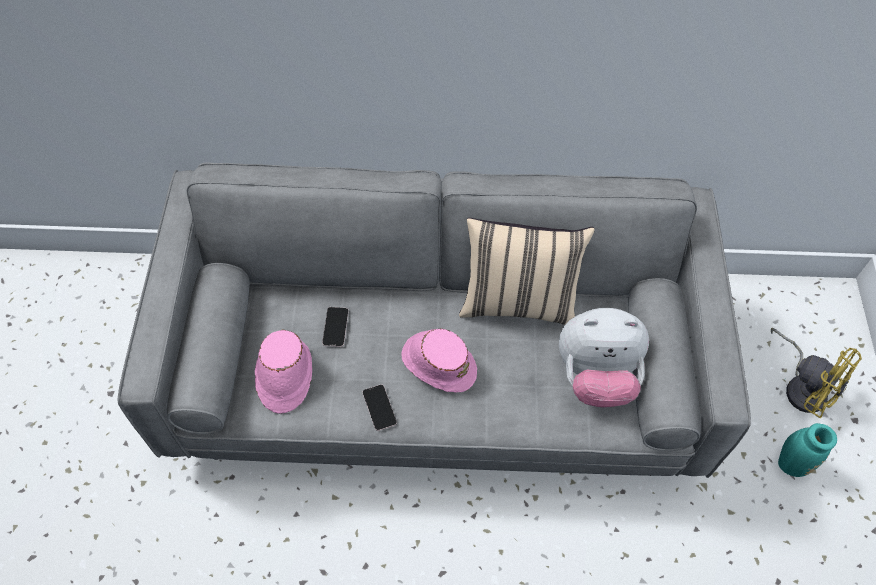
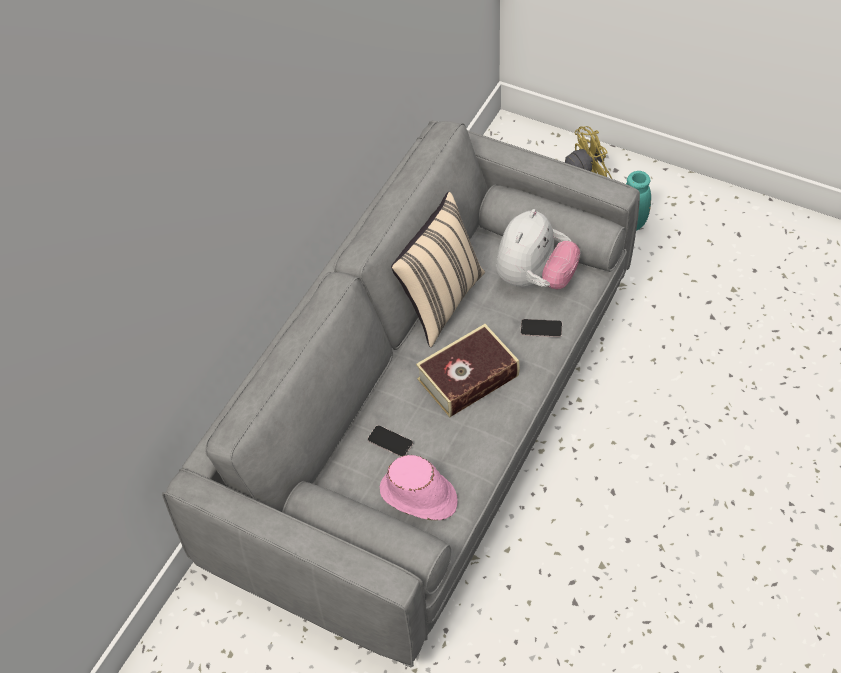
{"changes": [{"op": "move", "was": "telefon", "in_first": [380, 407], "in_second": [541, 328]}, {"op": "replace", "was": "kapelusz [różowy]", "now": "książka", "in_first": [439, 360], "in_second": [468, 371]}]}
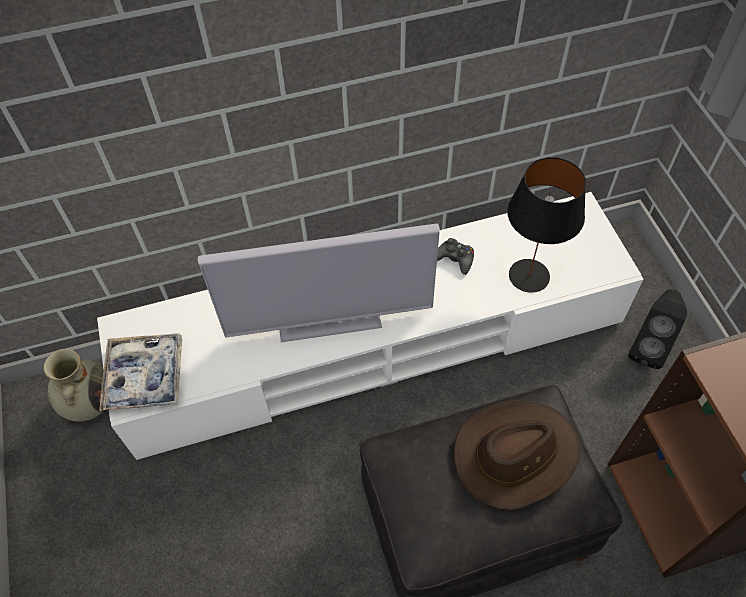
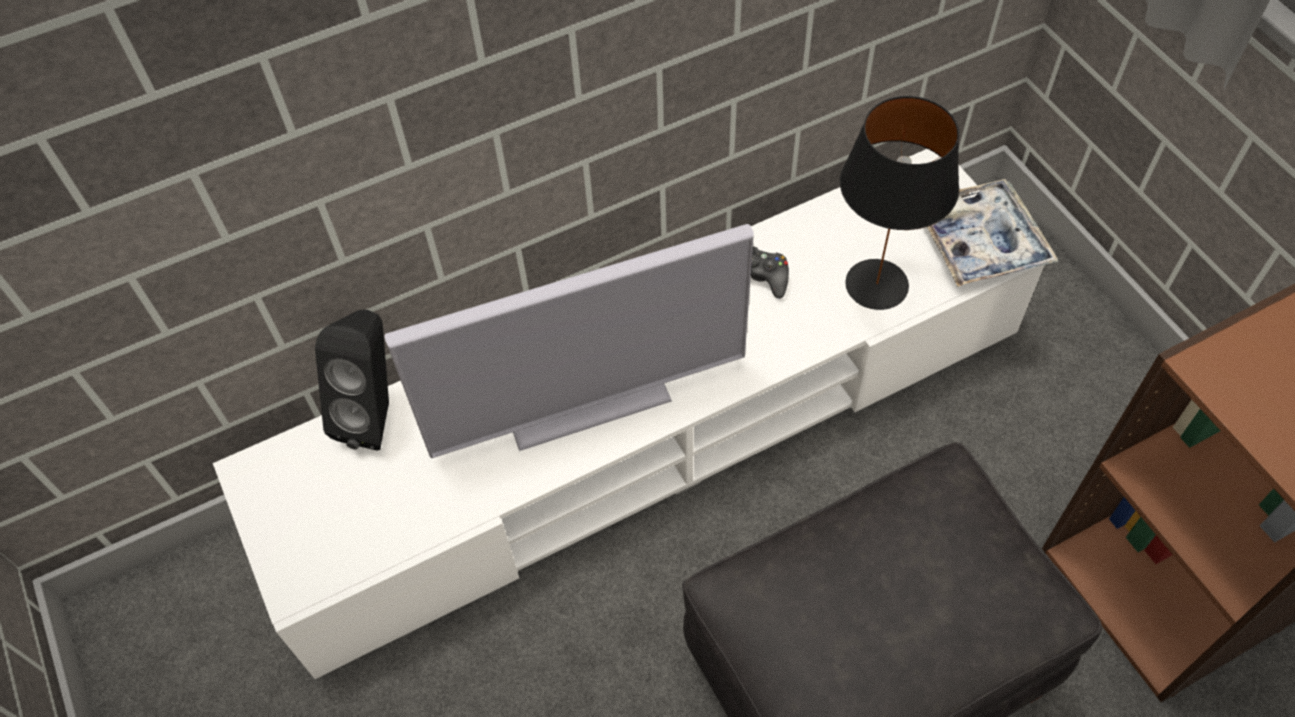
{"changes": [{"op": "delete", "was": "wazon [beżowy]", "in_first": [74, 385]}, {"op": "delete", "was": "kapelusz [brązowy]", "in_first": [517, 455]}, {"op": "move", "was": "taca", "in_first": [140, 372], "in_second": [993, 233]}, {"op": "move", "was": "głośnik [czarny]", "in_first": [657, 329], "in_second": [352, 380]}]}
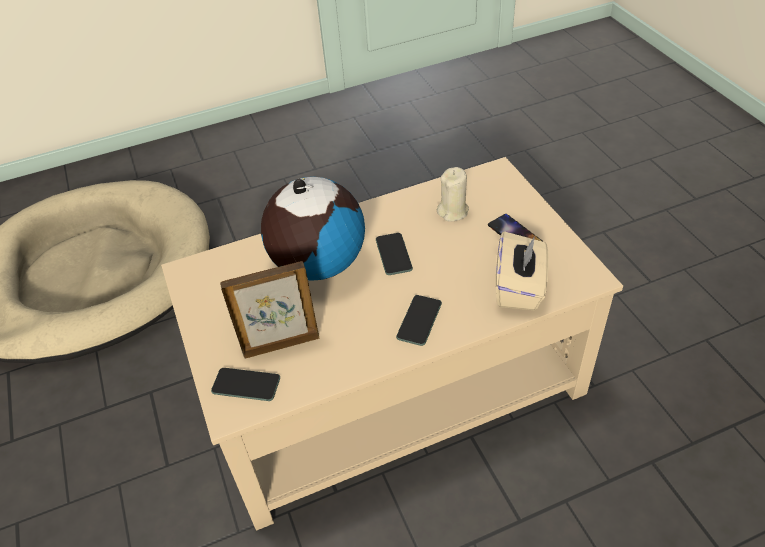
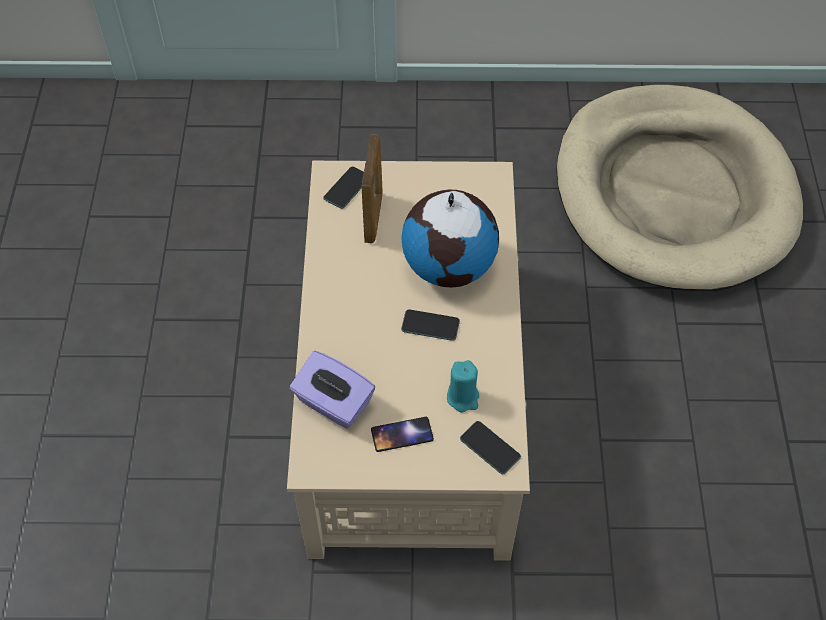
{"changes": [{"op": "move", "was": "telefon", "in_first": [419, 320], "in_second": [490, 447]}, {"op": "recolor", "was": "świeca [beżowy]", "now": "świeca [turkusowy]", "in_first": [453, 194], "in_second": [463, 386]}, {"op": "recolor", "was": "pudełko chusteczek [beżowy]", "now": "pudełko chusteczek [fioletowy]", "in_first": [522, 270], "in_second": [332, 390]}]}
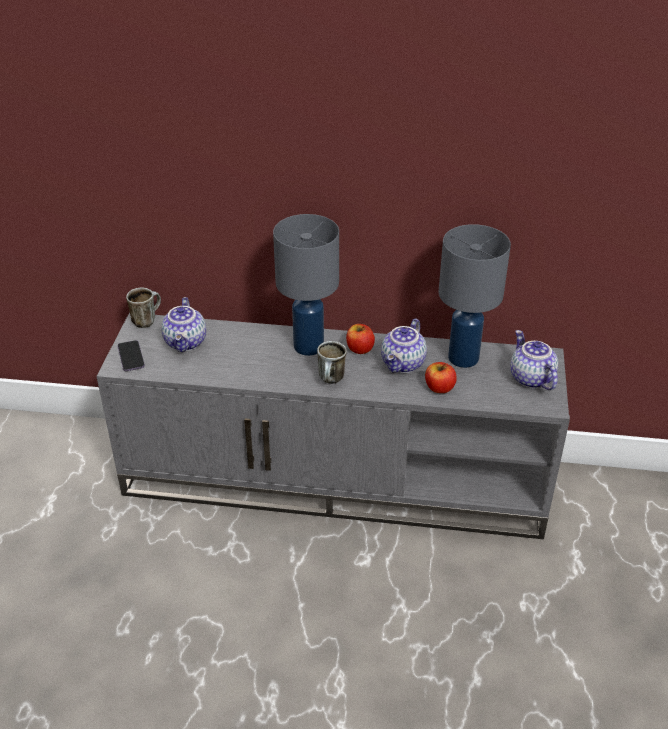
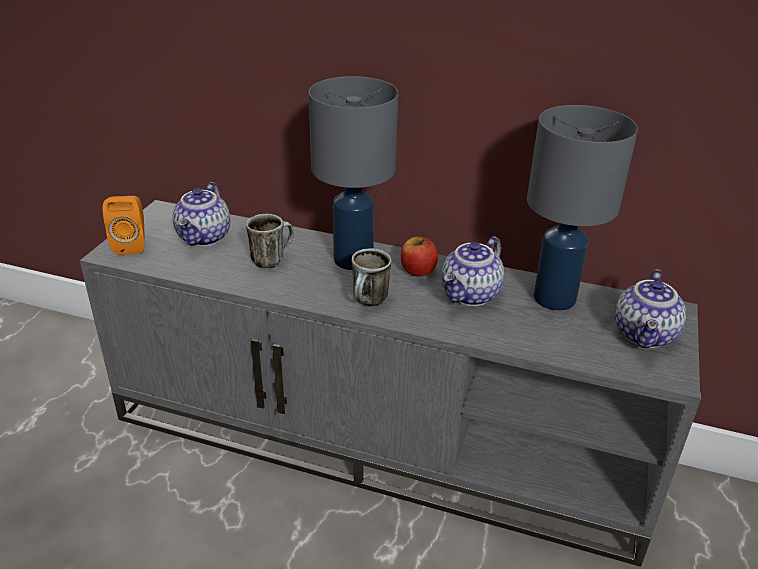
{"changes": [{"op": "delete", "was": "jabłko", "in_first": [441, 377]}, {"op": "move", "was": "kubek", "in_first": [143, 307], "in_second": [270, 241]}, {"op": "replace", "was": "telefon", "now": "głośnik [pomarańczowy]", "in_first": [131, 355], "in_second": [123, 225]}, {"op": "rotate", "was": "imbryk", "in_first": [534, 360], "in_second": [650, 308], "clockwise": -150}]}
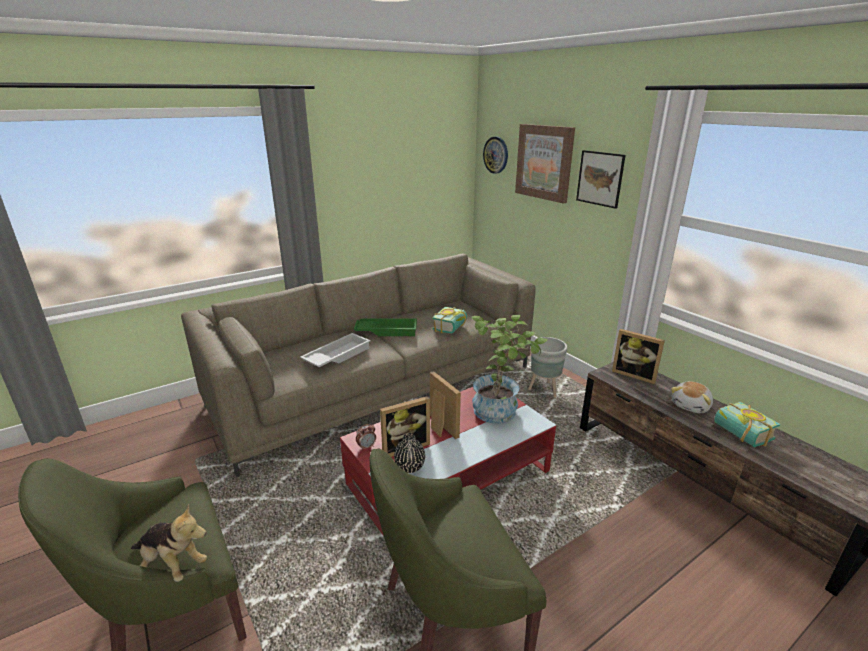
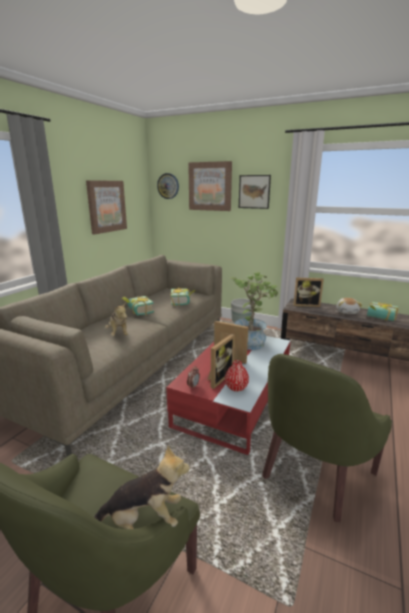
{"changes": [{"op": "insert", "now": "obraz", "in_second": [106, 207]}, {"op": "replace", "was": "taca [biały]", "now": "pluszak", "in_first": [335, 350], "in_second": [116, 319]}, {"op": "replace", "was": "taca [zielony]", "now": "książka", "in_first": [385, 327], "in_second": [138, 306]}, {"op": "recolor", "was": "wazon [czarny]", "now": "wazon [czerwony]", "in_first": [409, 453], "in_second": [237, 376]}]}
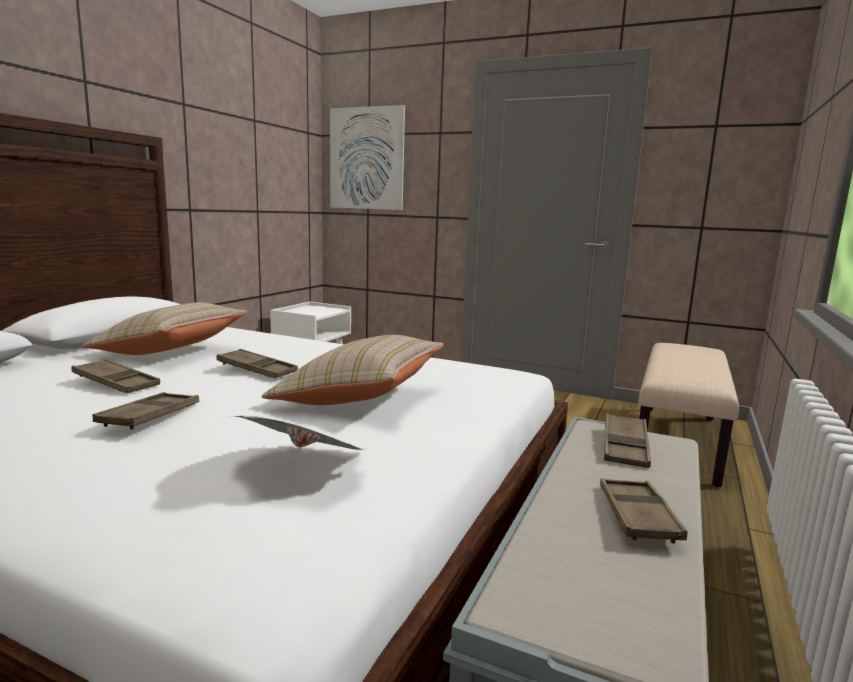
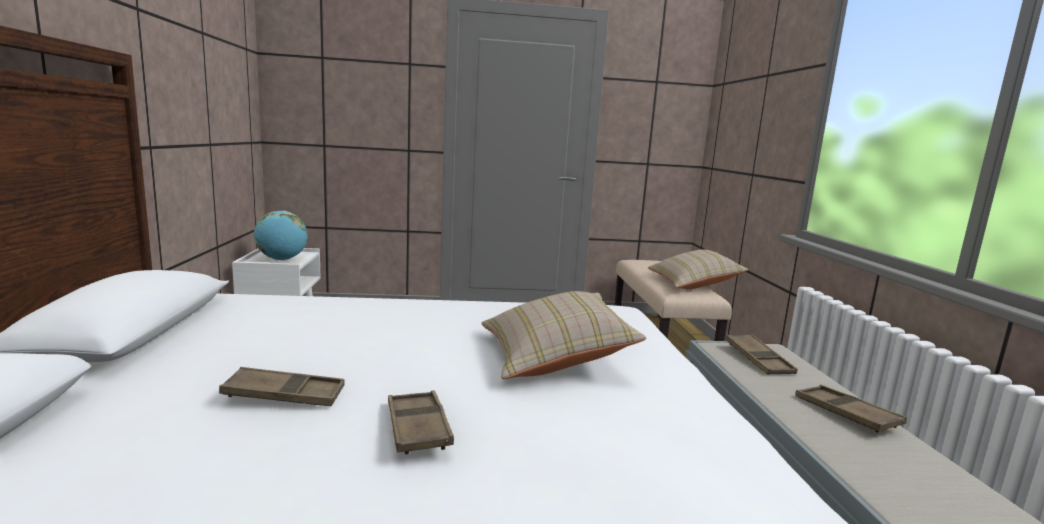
{"changes": [{"op": "delete", "was": "taca [brązowy]", "in_first": [257, 363]}, {"op": "delete", "was": "gazeta", "in_first": [296, 433]}, {"op": "delete", "was": "obraz", "in_first": [367, 157]}, {"op": "insert", "now": "globus", "in_second": [281, 235]}, {"op": "move", "was": "poduszka [beżowy]", "in_first": [164, 328], "in_second": [698, 269]}]}
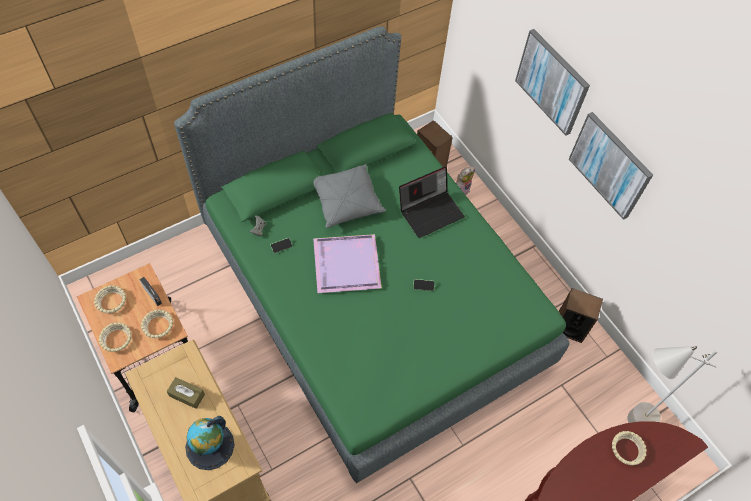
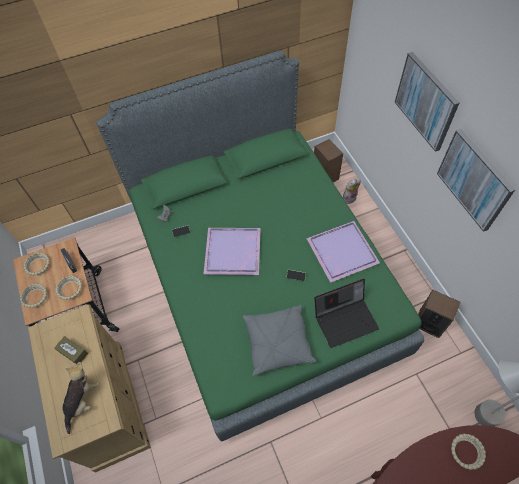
{"changes": [{"op": "insert", "now": "taca [fioletowy]", "in_second": [343, 252]}, {"op": "move", "was": "poduszka [szary]", "in_first": [349, 196], "in_second": [279, 340]}, {"op": "move", "was": "laptop", "in_first": [432, 202], "in_second": [346, 313]}, {"op": "replace", "was": "globus", "now": "pluszak", "in_first": [210, 443], "in_second": [81, 398]}]}
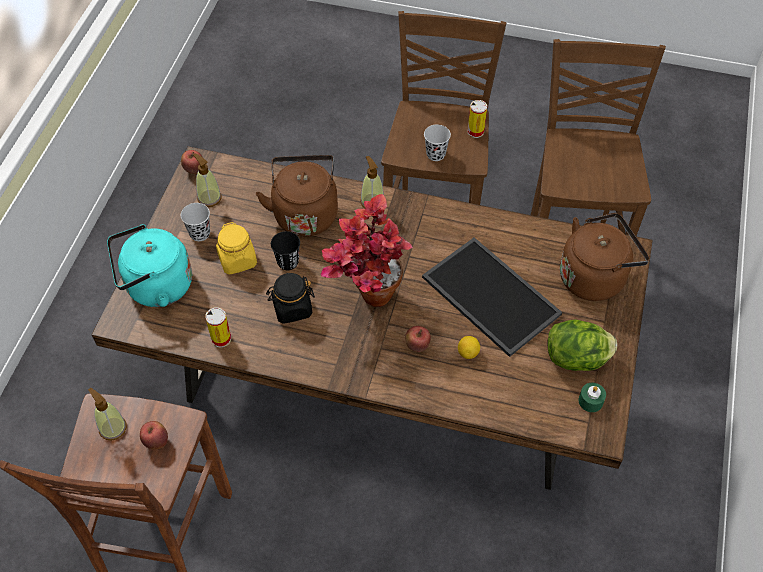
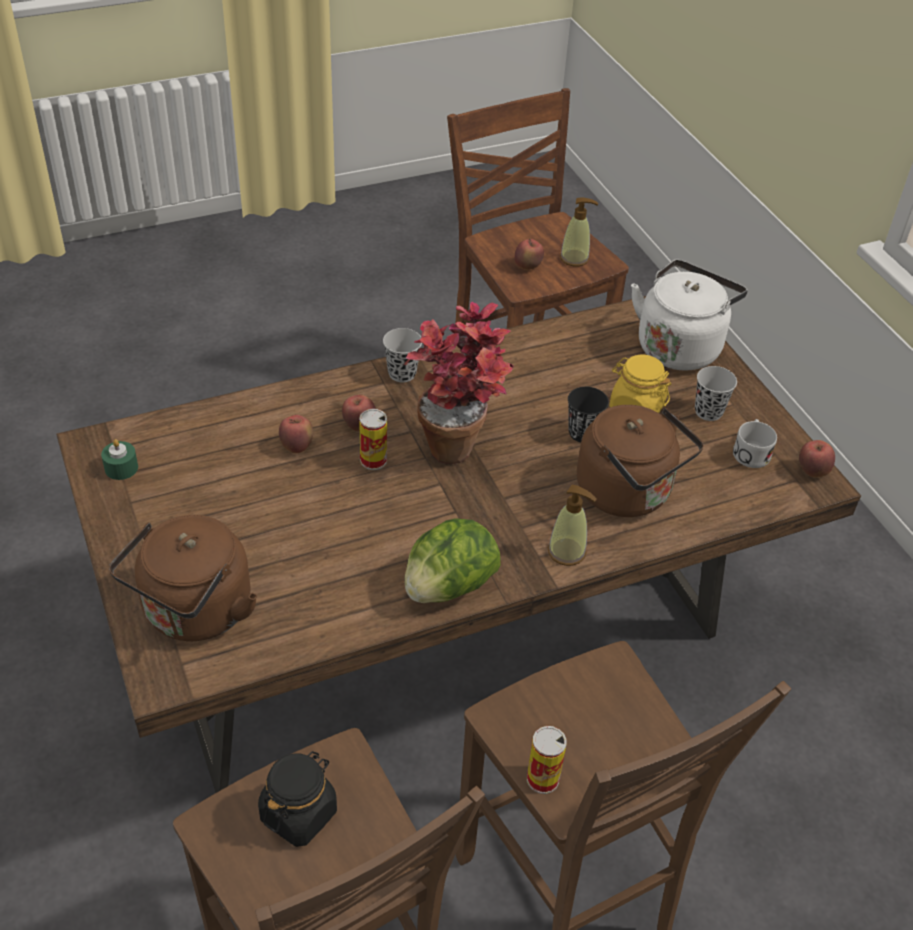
{"changes": [{"op": "delete", "was": "taca", "in_first": [492, 297]}, {"op": "move", "was": "puszka", "in_first": [218, 327], "in_second": [373, 439]}, {"op": "move", "was": "słoik [czarny]", "in_first": [290, 298], "in_second": [297, 799]}, {"op": "move", "was": "filiżanka [czarny]", "in_first": [437, 143], "in_second": [402, 355]}, {"op": "move", "was": "sałata", "in_first": [582, 345], "in_second": [452, 560]}, {"op": "replace", "was": "dozownik mydła", "now": "kubek [biały]", "in_first": [207, 180], "in_second": [755, 443]}, {"op": "replace", "was": "cytryna", "now": "jabłko", "in_first": [469, 347], "in_second": [296, 434]}, {"op": "recolor", "was": "czajnik [turkusowy]", "now": "czajnik [biały]", "in_first": [149, 265], "in_second": [689, 315]}]}
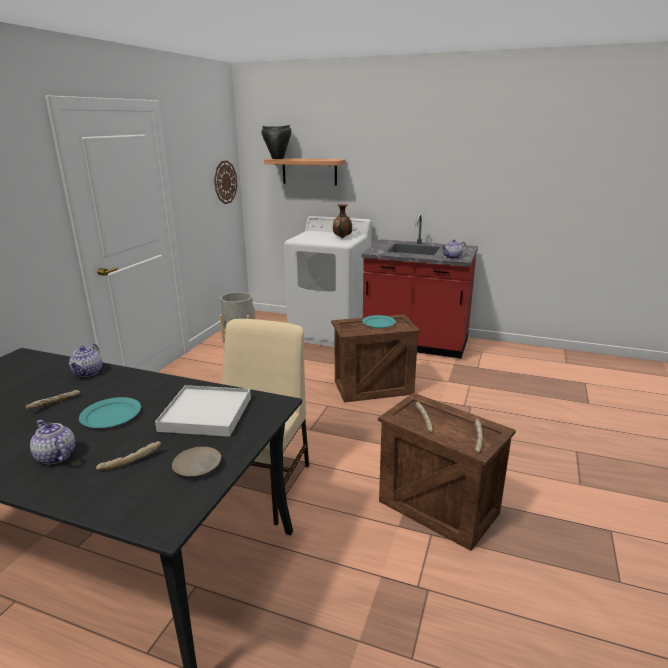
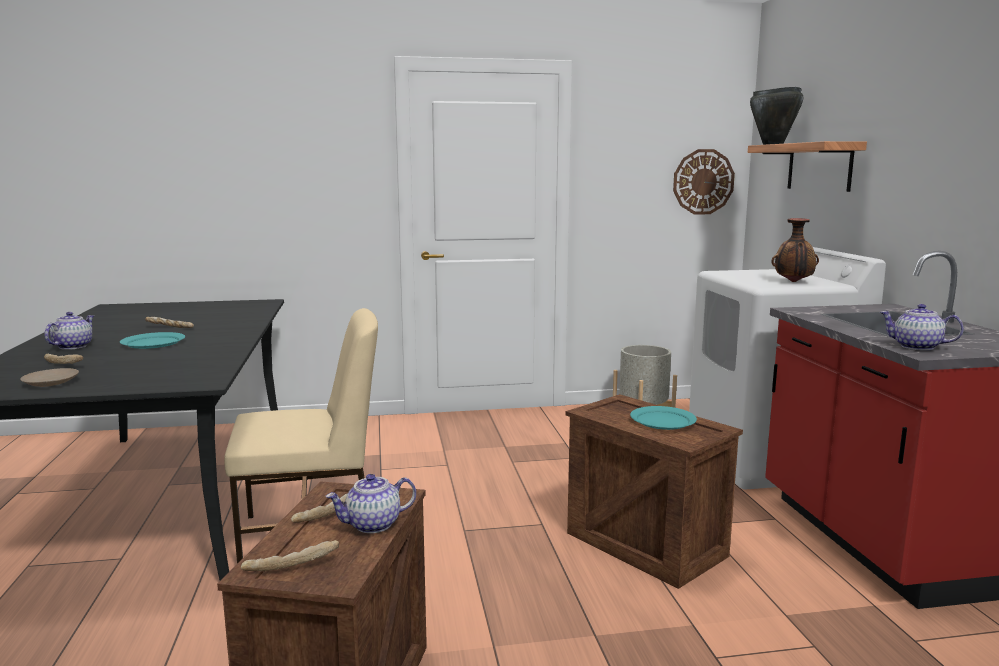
{"changes": [{"op": "delete", "was": "taca [biały]", "in_first": [203, 411]}, {"op": "move", "was": "imbryk", "in_first": [85, 360], "in_second": [371, 503]}]}
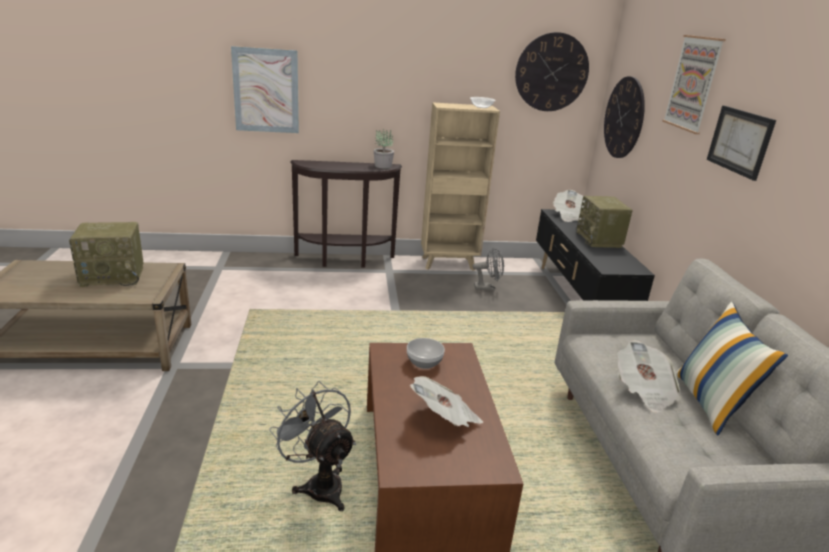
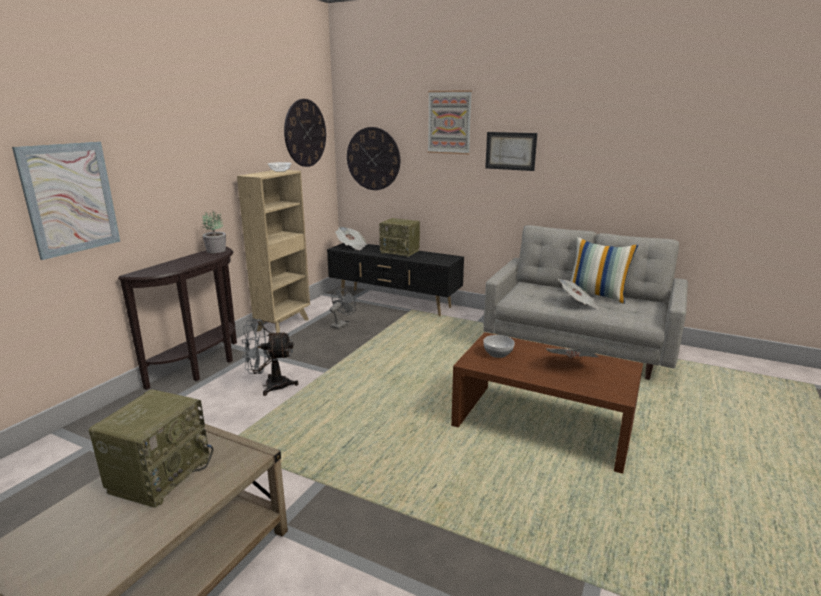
{"changes": [{"op": "move", "was": "wentylator [szary]", "in_first": [312, 446], "in_second": [270, 357]}]}
